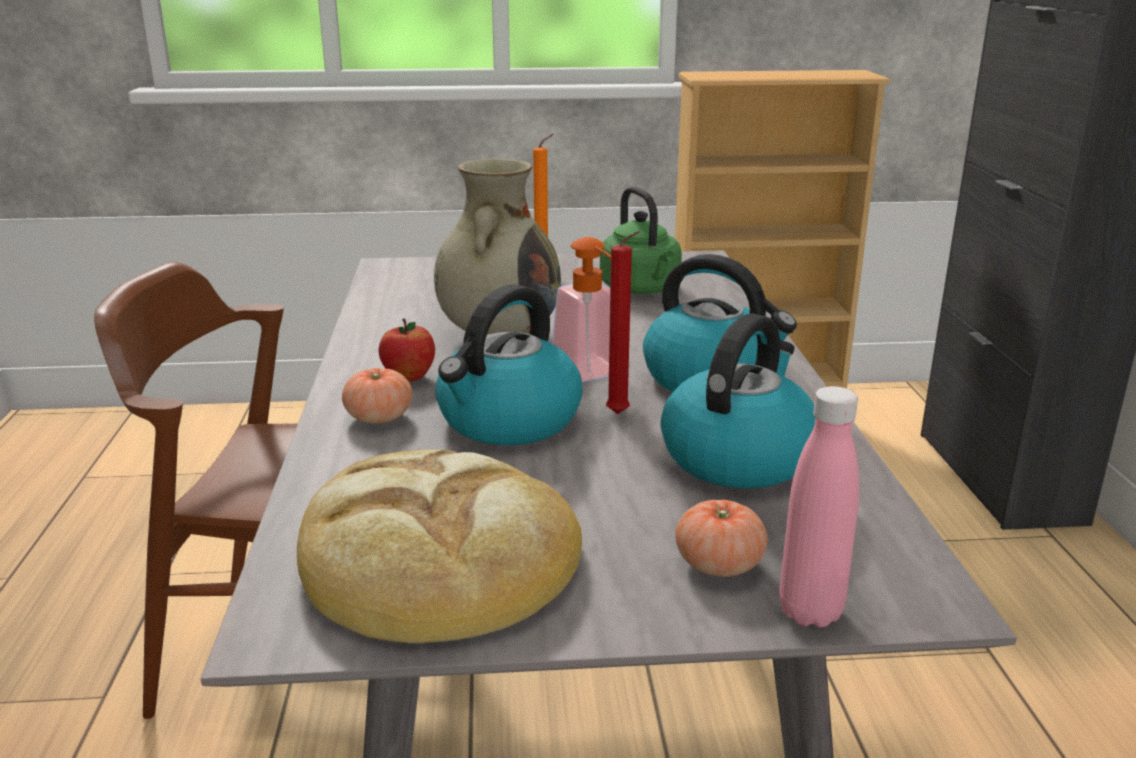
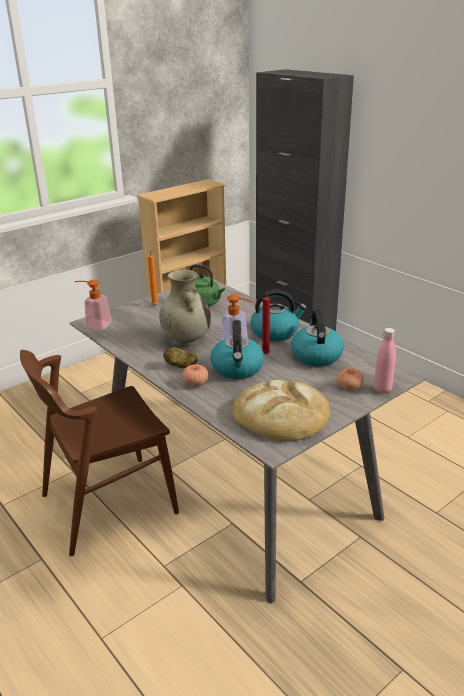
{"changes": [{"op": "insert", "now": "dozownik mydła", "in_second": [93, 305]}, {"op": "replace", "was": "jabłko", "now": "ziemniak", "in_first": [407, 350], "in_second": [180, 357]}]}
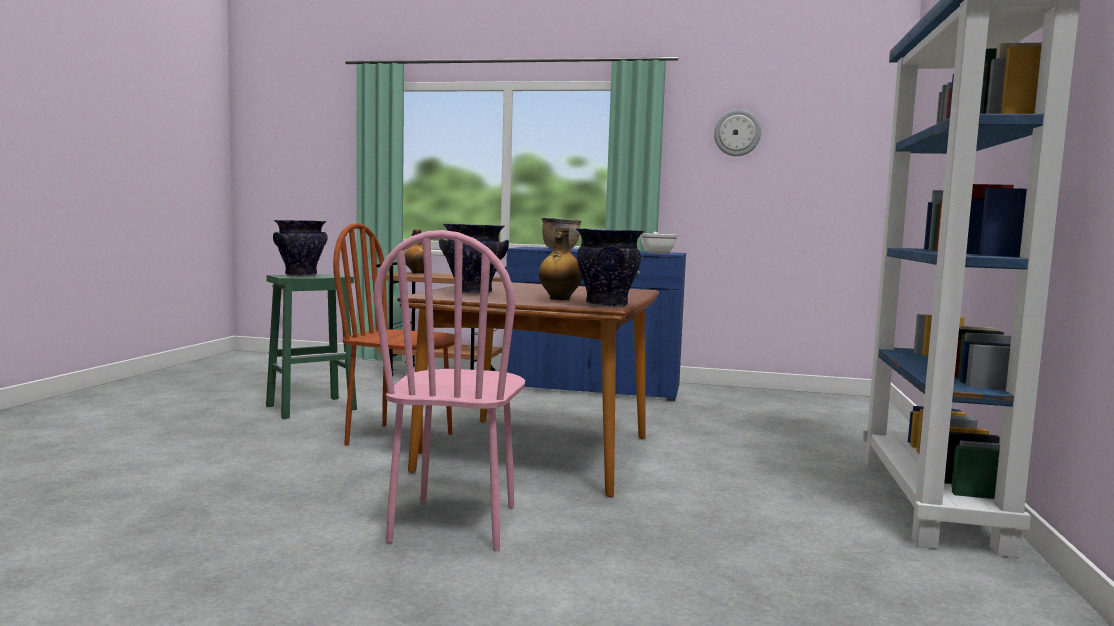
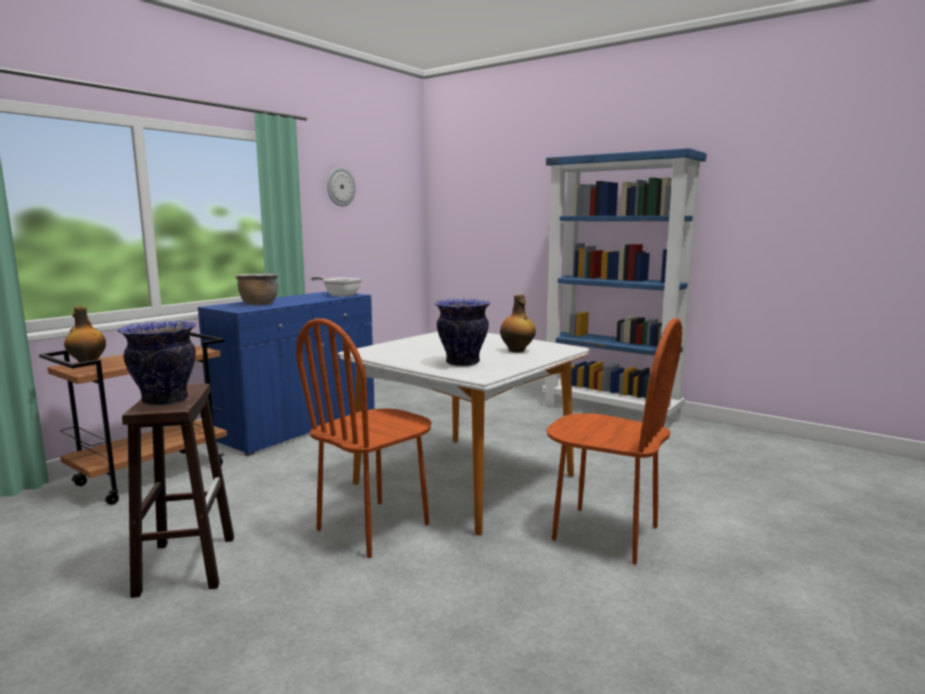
{"changes": [{"op": "delete", "was": "wazon", "in_first": [610, 267]}, {"op": "recolor", "was": "stołek [zielony]", "now": "stołek [brązowy]", "in_first": [311, 346], "in_second": [178, 491]}, {"op": "recolor", "was": "krzesło [różowy]", "now": "krzesło [brązowy]", "in_first": [449, 390], "in_second": [614, 441]}, {"op": "recolor", "was": "stół jadalny [brązowy]", "now": "stół jadalny [biały]", "in_first": [528, 389], "in_second": [464, 434]}]}
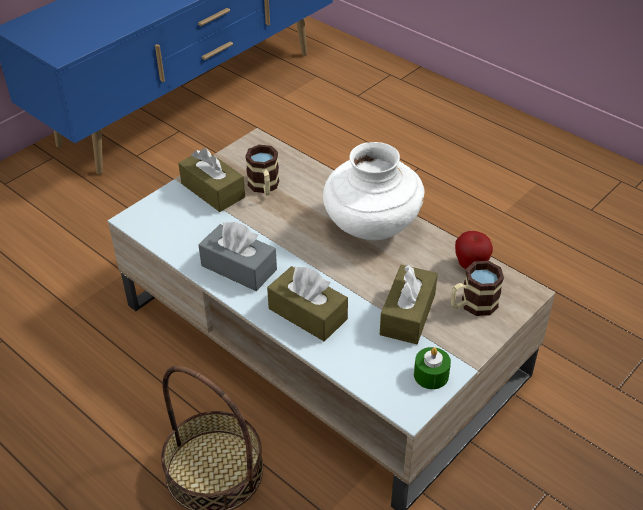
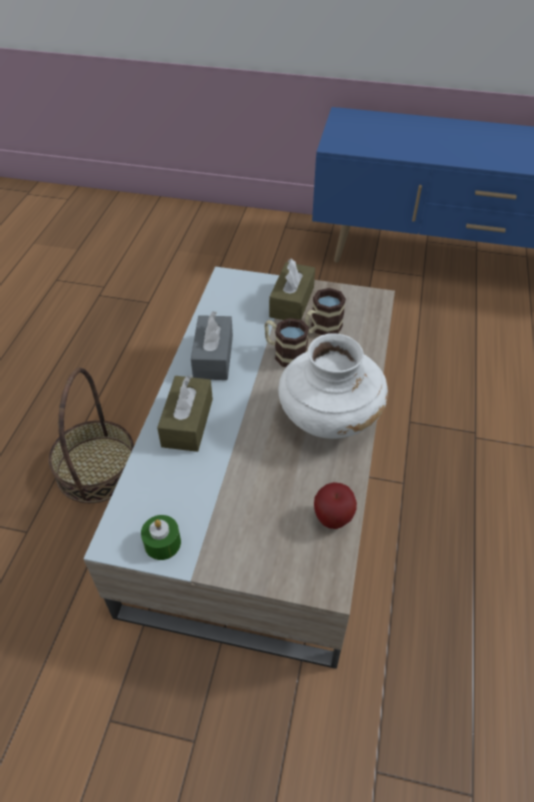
{"changes": [{"op": "delete", "was": "pudełko chusteczek [brązowy]", "in_first": [409, 304]}, {"op": "move", "was": "kubek", "in_first": [477, 288], "in_second": [286, 342]}]}
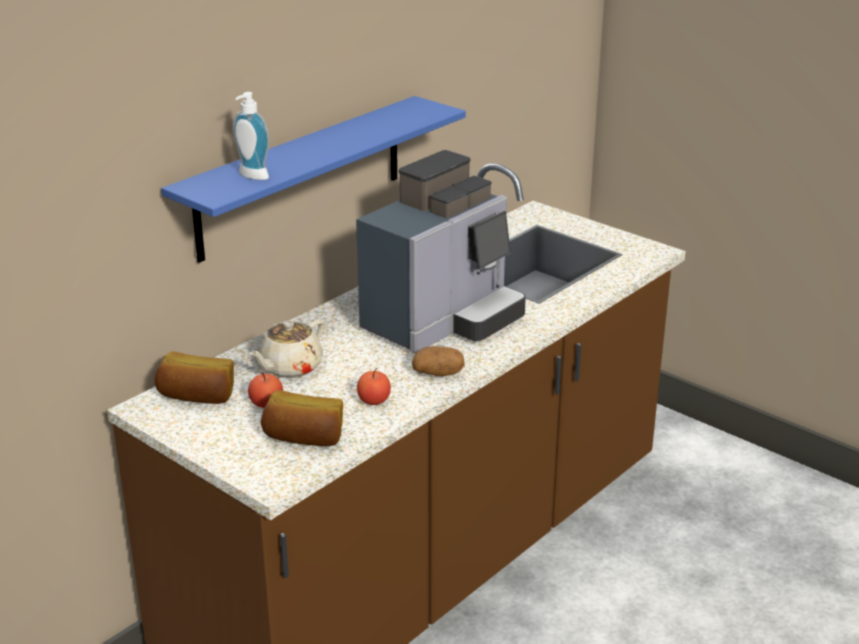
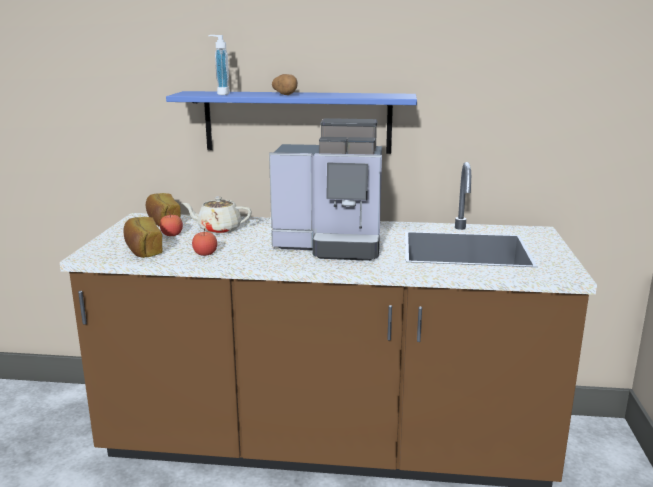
{"changes": [{"op": "move", "was": "ziemniak", "in_first": [438, 361], "in_second": [285, 84]}]}
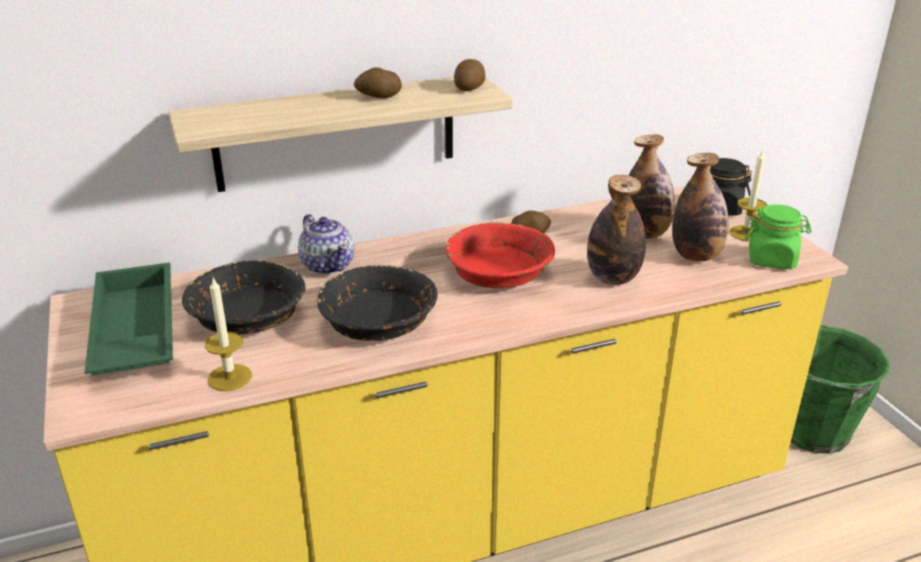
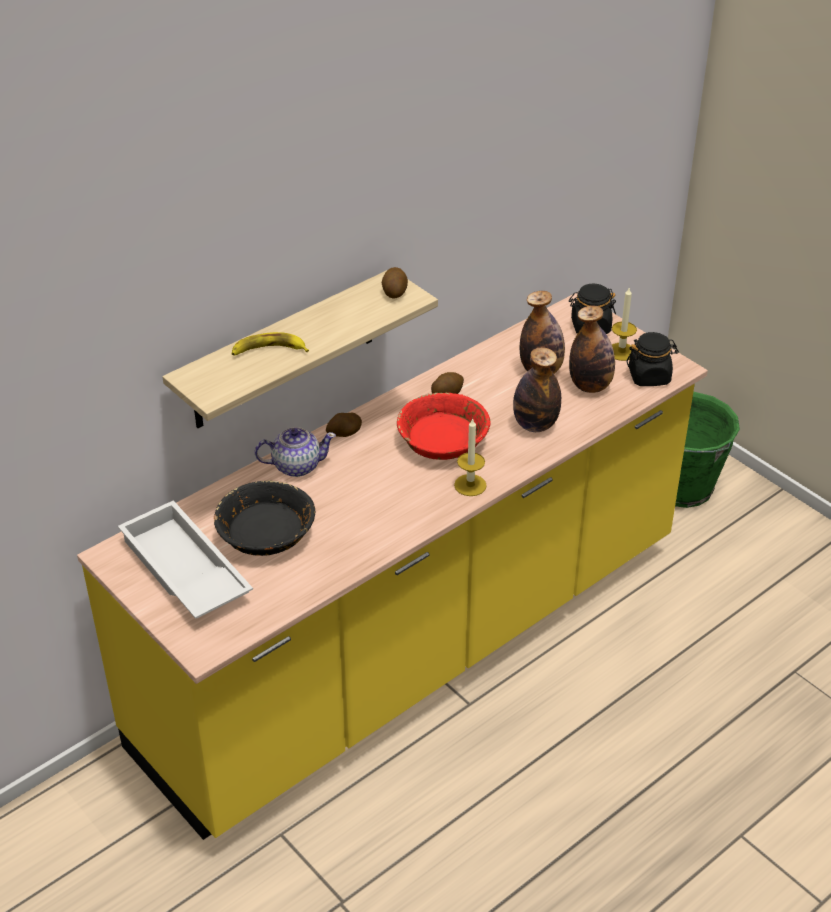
{"changes": [{"op": "delete", "was": "miska [czarny]", "in_first": [377, 303]}, {"op": "insert", "now": "banan", "in_second": [270, 344]}, {"op": "move", "was": "świeca", "in_first": [228, 334], "in_second": [470, 457]}, {"op": "move", "was": "ziemniak", "in_first": [378, 82], "in_second": [344, 425]}, {"op": "recolor", "was": "taca [zielony]", "now": "taca [biały]", "in_first": [129, 319], "in_second": [185, 559]}, {"op": "recolor", "was": "słoik [zielony]", "now": "słoik [czarny]", "in_first": [778, 236], "in_second": [652, 359]}, {"op": "rotate", "was": "imbryk", "in_first": [326, 244], "in_second": [295, 452], "clockwise": -45}]}
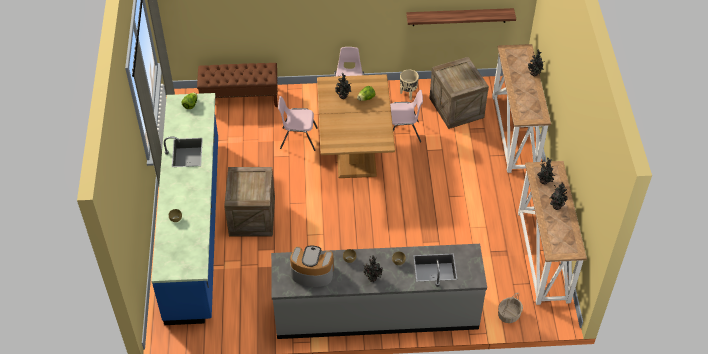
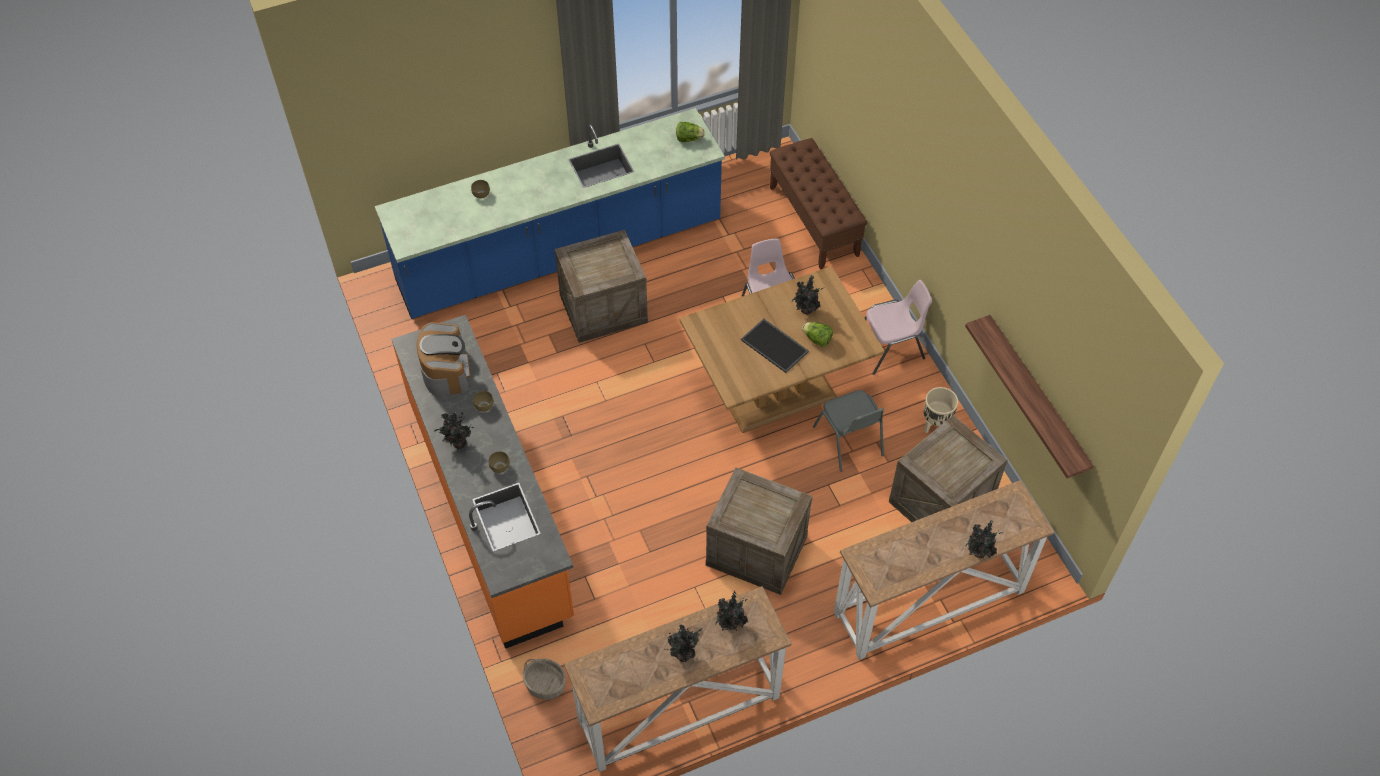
{"changes": [{"op": "insert", "now": "skrzynka", "in_second": [759, 531]}, {"op": "insert", "now": "taca", "in_second": [775, 346]}, {"op": "recolor", "was": "zabudowa kuchenna [szary]", "now": "zabudowa kuchenna [pomarańczowy]", "in_first": [379, 291], "in_second": [482, 482]}, {"op": "recolor", "was": "krzesło [różowy]", "now": "krzesło [szary]", "in_first": [406, 116], "in_second": [848, 431]}]}
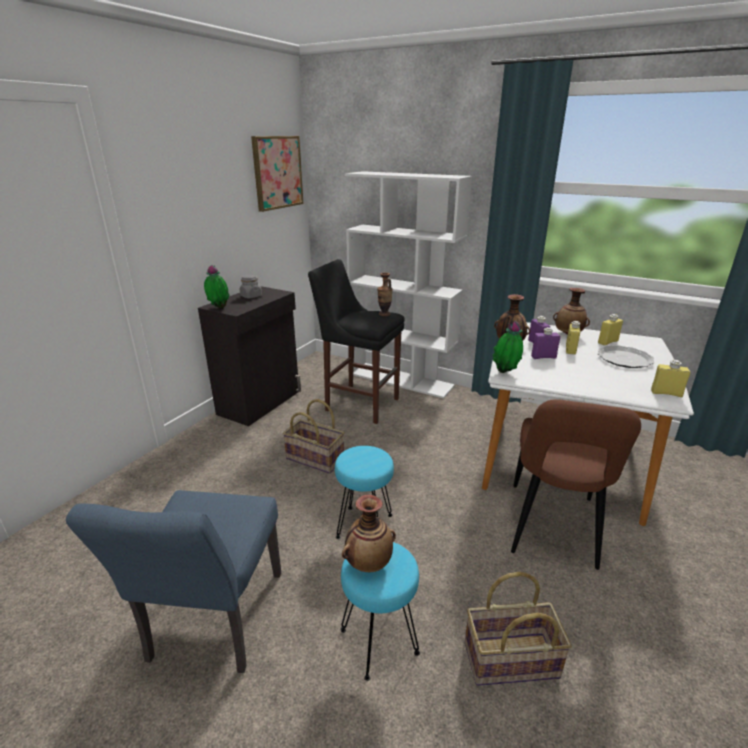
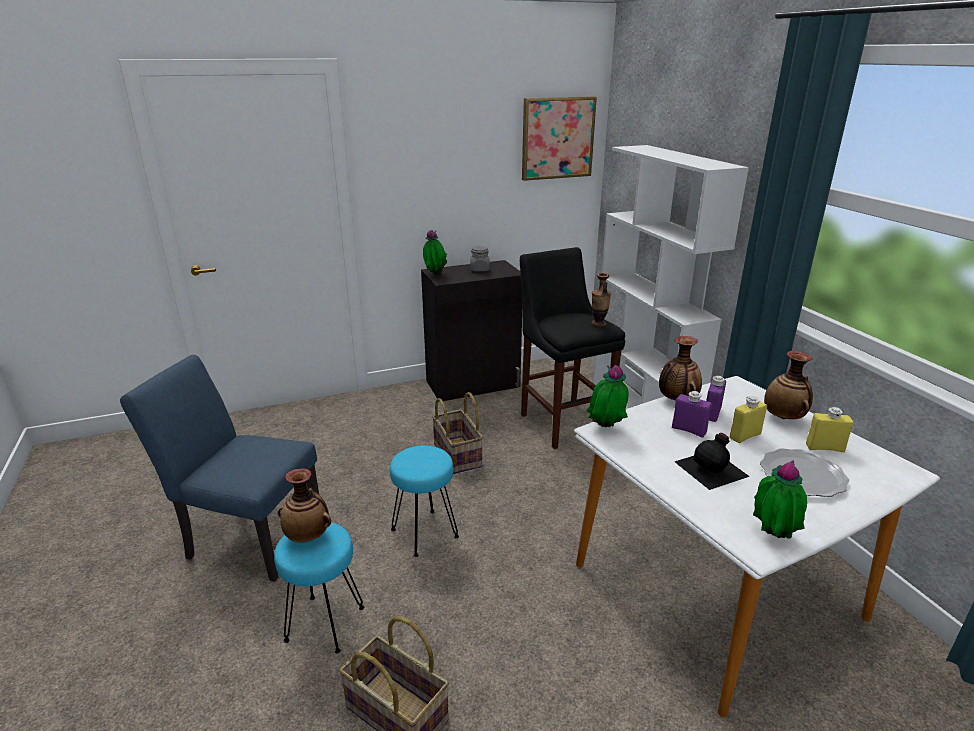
{"changes": [{"op": "delete", "was": "krzesło [brązowy]", "in_first": [576, 484]}, {"op": "insert", "now": "butelka [czarny]", "in_second": [712, 461]}, {"op": "replace", "was": "butelka [żółty]", "now": "roślina doniczkowa", "in_first": [670, 378], "in_second": [780, 499]}, {"op": "rotate", "was": "krzesło [niebieski]", "in_first": [173, 581], "in_second": [219, 468], "clockwise": 60}]}
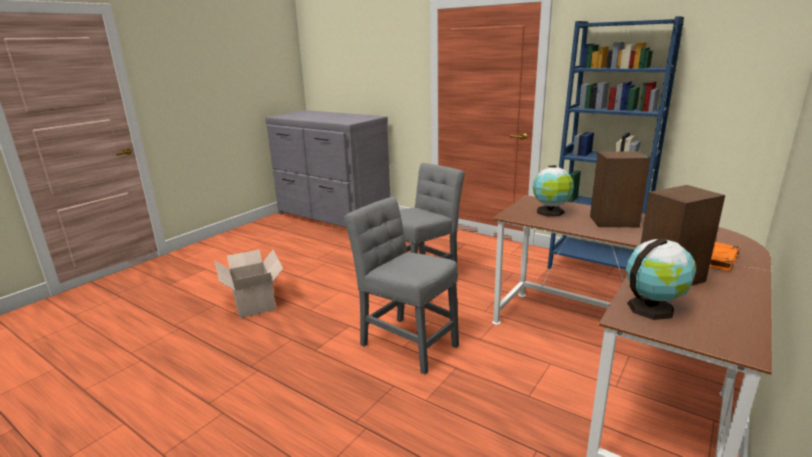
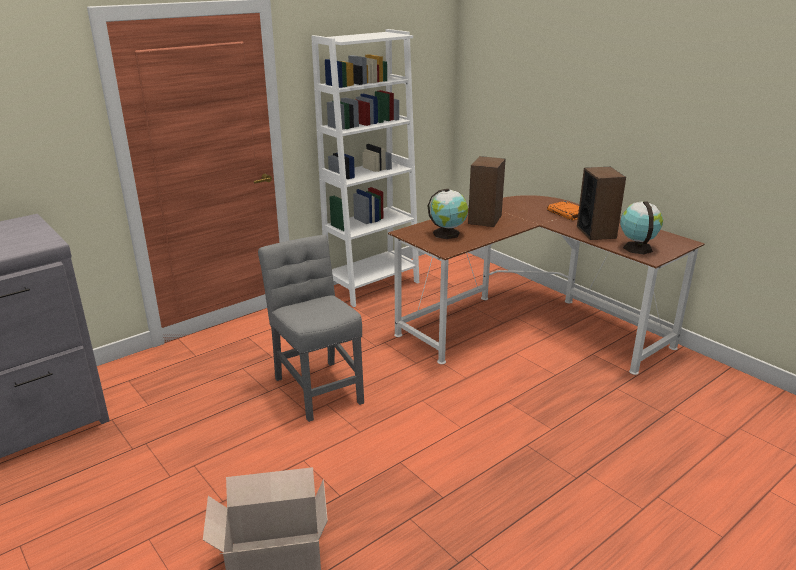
{"changes": [{"op": "delete", "was": "krzesło [szary]", "in_first": [401, 286]}, {"op": "recolor", "was": "regał [niebieski]", "now": "regał [biały]", "in_first": [615, 142], "in_second": [365, 168]}]}
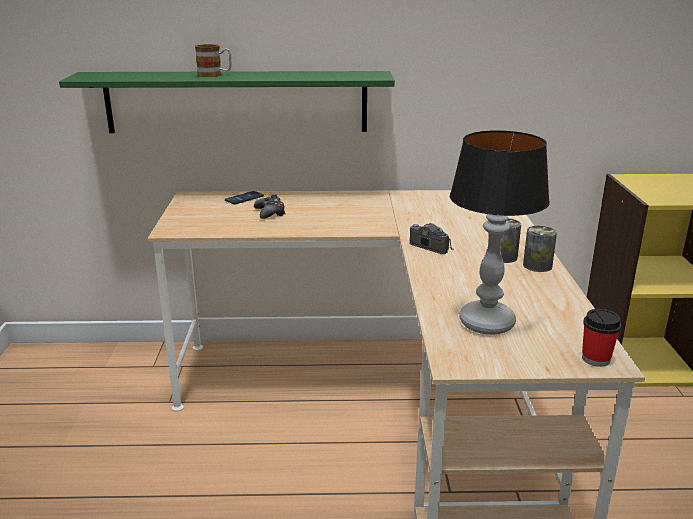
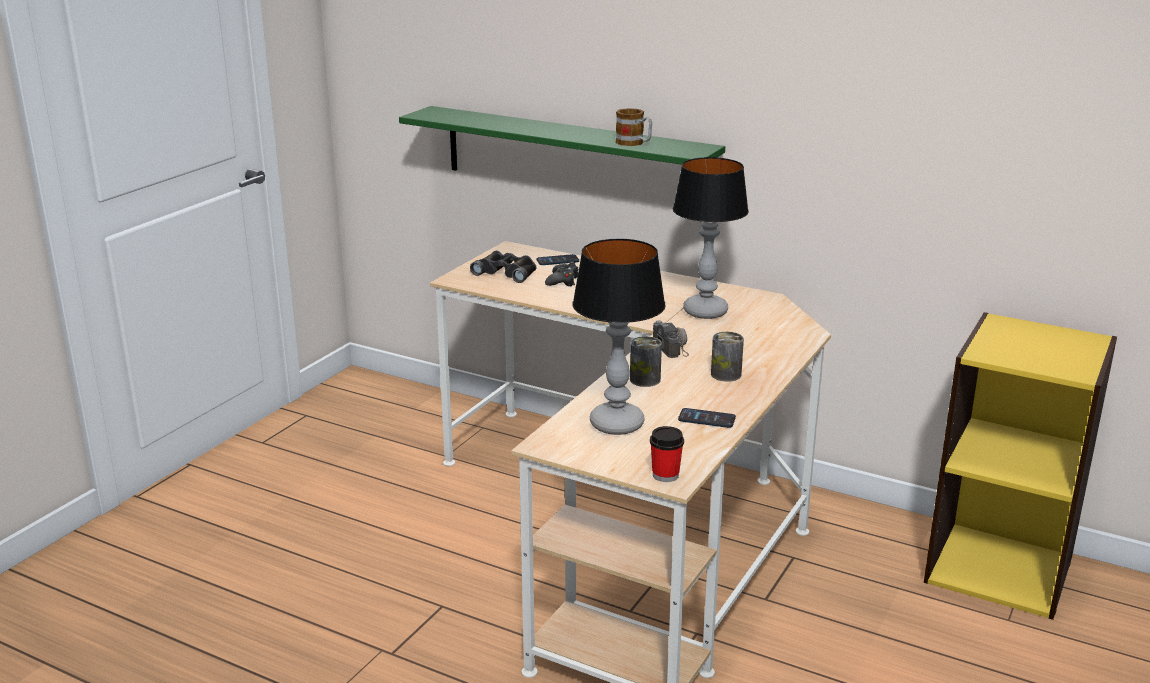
{"changes": [{"op": "insert", "now": "lornetka [czarny]", "in_second": [503, 267]}, {"op": "insert", "now": "lampa stołowa", "in_second": [711, 238]}, {"op": "insert", "now": "telefon", "in_second": [707, 418]}, {"op": "move", "was": "kubek", "in_first": [213, 60], "in_second": [634, 127]}, {"op": "move", "was": "puszka", "in_first": [540, 248], "in_second": [646, 361]}]}
